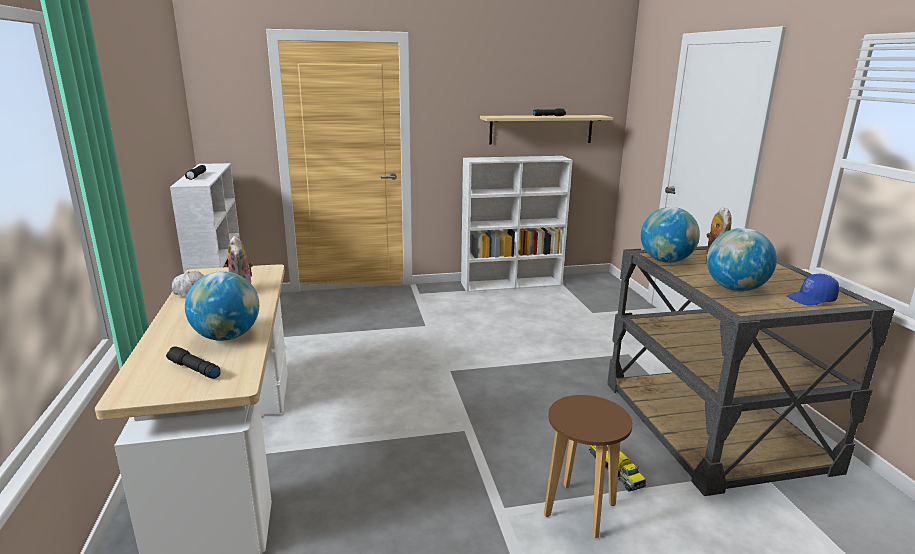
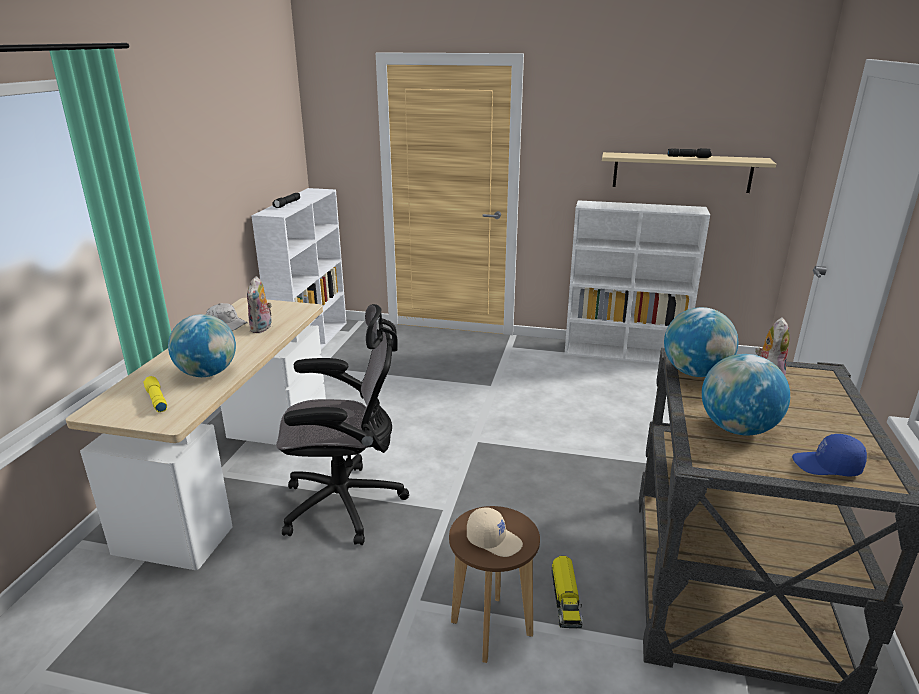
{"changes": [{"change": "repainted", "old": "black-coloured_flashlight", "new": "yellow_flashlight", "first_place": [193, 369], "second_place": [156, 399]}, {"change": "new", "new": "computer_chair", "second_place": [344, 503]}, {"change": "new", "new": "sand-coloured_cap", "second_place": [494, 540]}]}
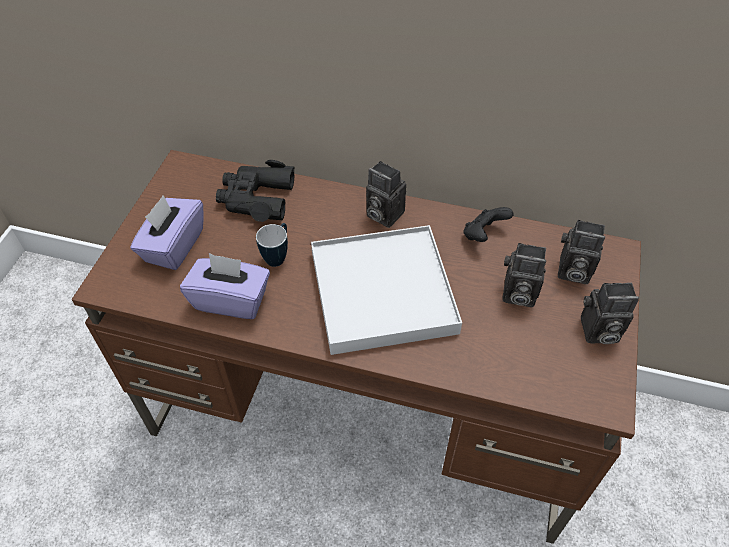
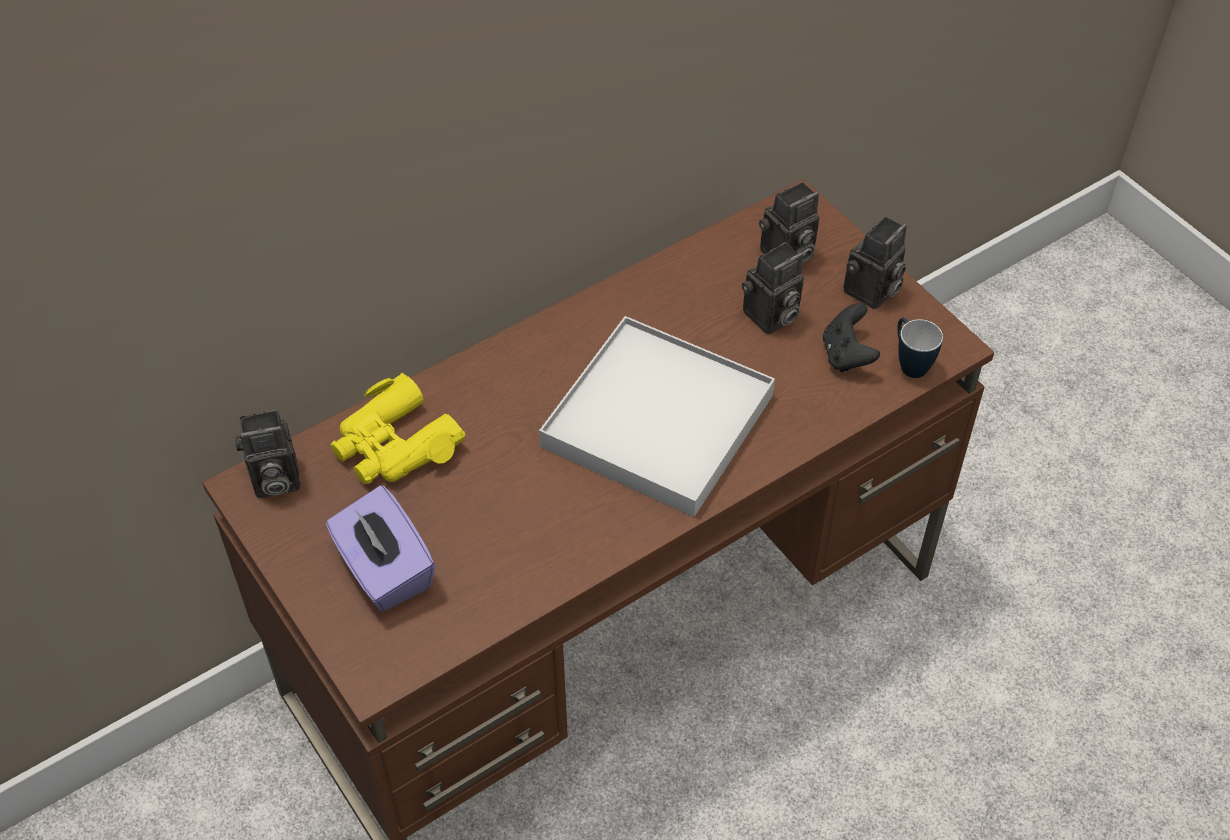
{"changes": [{"change": "repainted", "old": "black-coloured_field_glasses", "new": "yellow_field_glasses", "first_place": [256, 198], "second_place": [394, 445]}, {"change": "shifted", "old": "still_camera", "first_place": [382, 214], "second_place": [273, 481]}, {"change": "shifted", "old": "black-coloured_game_controller", "first_place": [483, 235], "second_place": [846, 355]}, {"change": "shifted", "old": "coffee_mug", "first_place": [278, 256], "second_place": [909, 363]}, {"change": "gone", "old": "purple-coloured_tissue_box", "first_place": [231, 300]}]}
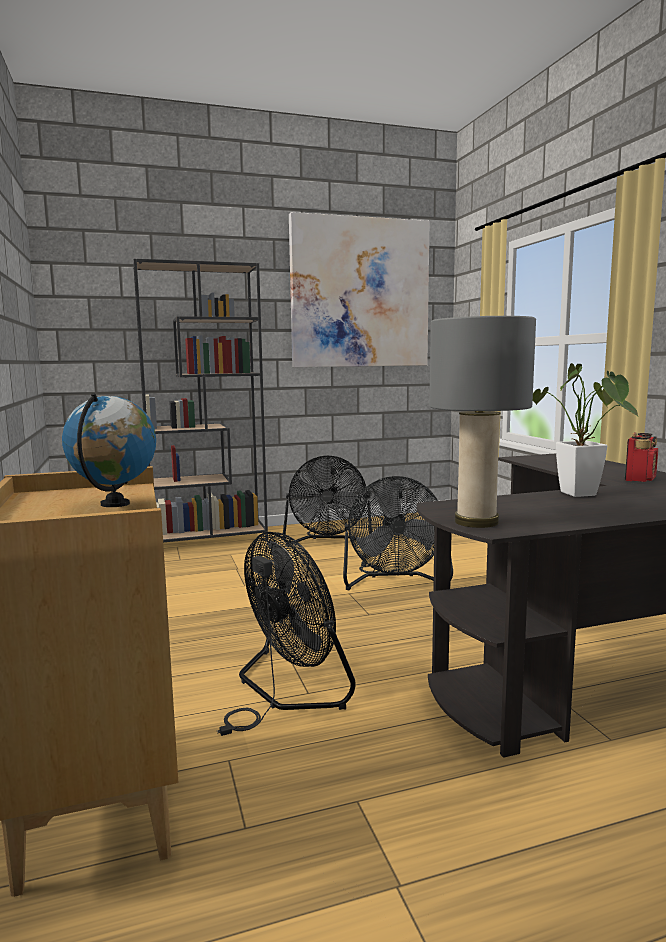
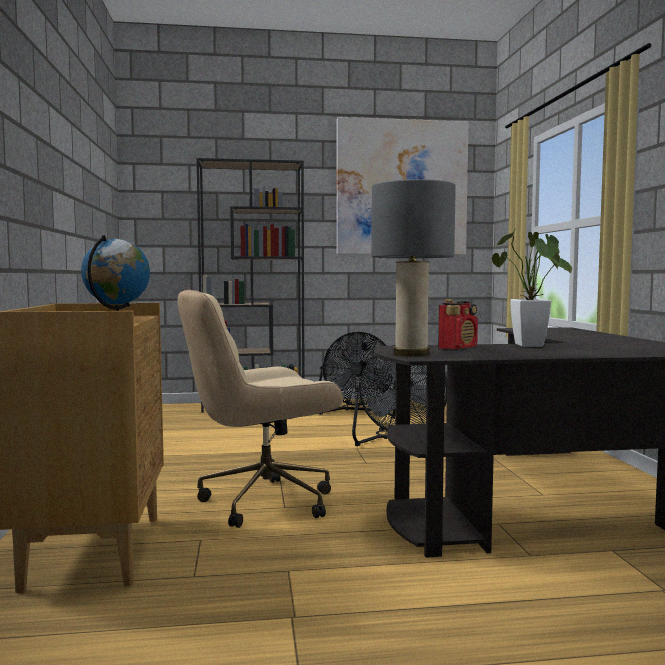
{"changes": [{"change": "shifted", "old": "radio_receiver", "first_place": [640, 479], "second_place": [458, 348]}, {"change": "swapped", "old": "black-coloured_electric_fan", "new": "sand-coloured_computer_chair", "first_place": [279, 689], "second_place": [262, 503]}]}
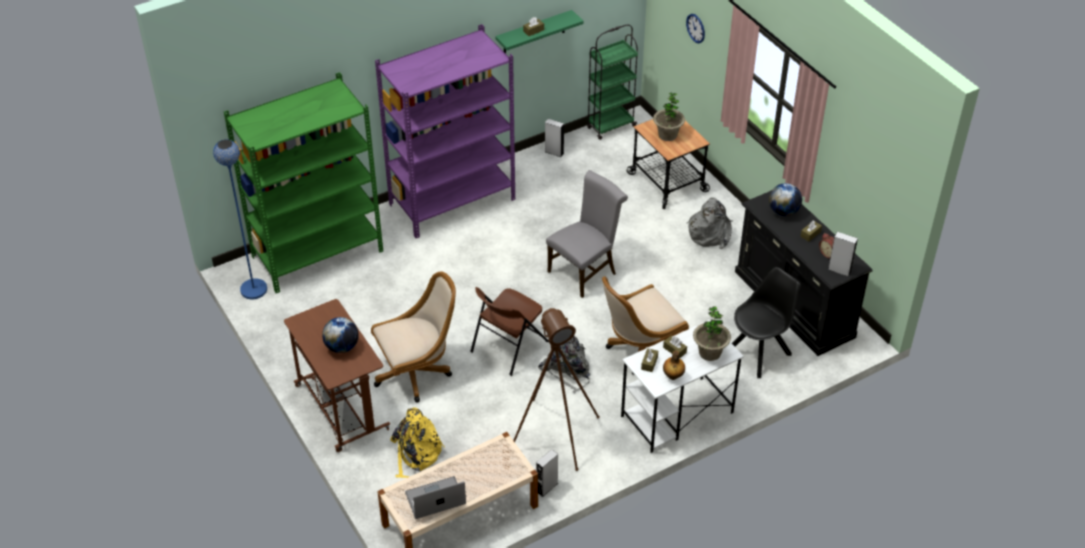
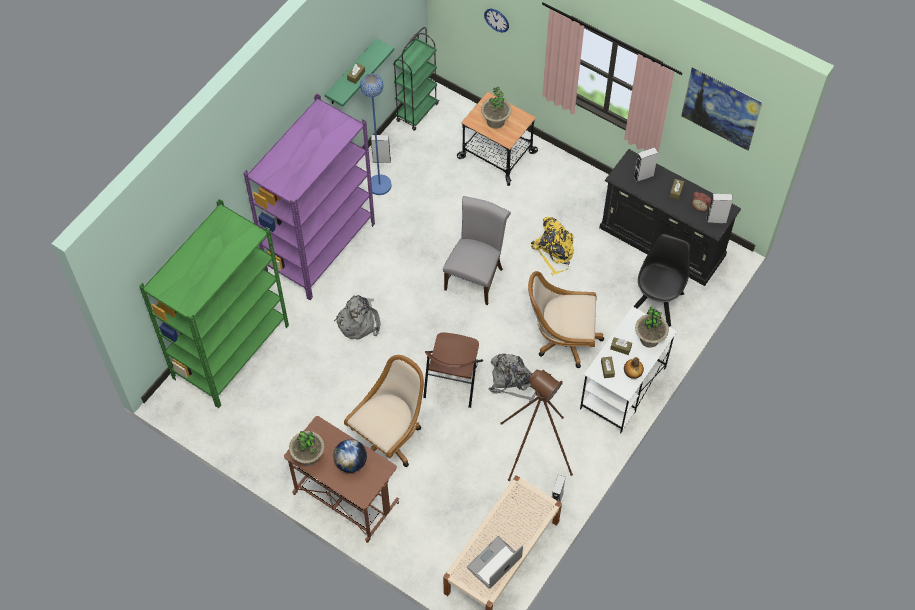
{"changes": [{"change": "shifted", "old": "blue_floor_lamp", "first_place": [254, 289], "second_place": [379, 185]}, {"change": "swapped", "old": "globe", "new": "gray_audio_speaker", "first_place": [783, 211], "second_place": [643, 176]}, {"change": "shifted", "old": "gray_knapsack", "first_place": [710, 233], "second_place": [358, 321]}, {"change": "rotated", "old": "computer_chair", "first_place": [640, 350], "second_place": [562, 338], "degrees": 60}, {"change": "shifted", "old": "yellow_knapsack", "first_place": [416, 454], "second_place": [554, 251]}, {"change": "new", "new": "wall_art", "second_place": [717, 121]}, {"change": "new", "new": "plant_in_a_pot", "second_place": [308, 456]}]}
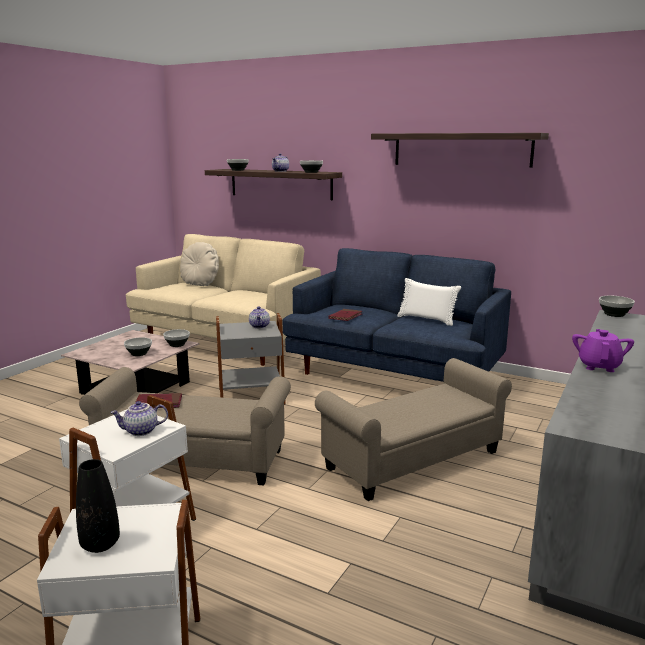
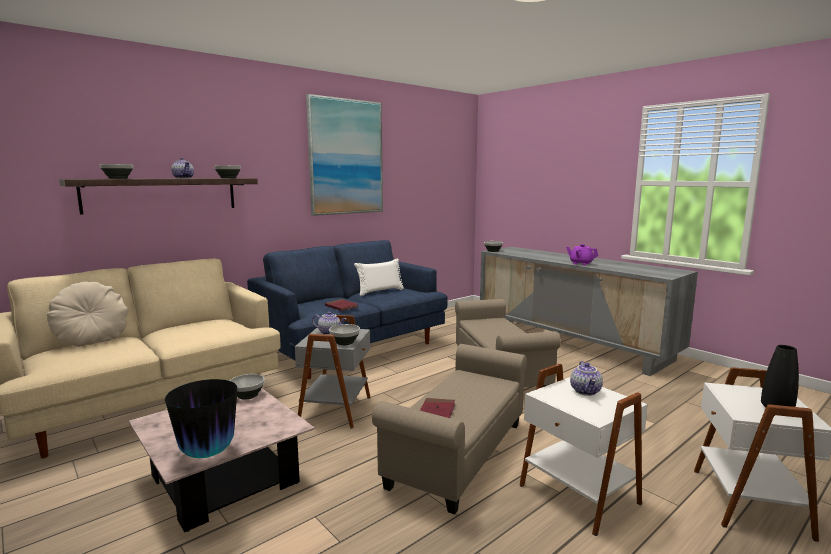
{"changes": [{"change": "swapped", "old": "wall_shelf", "new": "wall_art", "first_place": [461, 149], "second_place": [346, 157]}, {"change": "shifted", "old": "serving_bowl", "first_place": [139, 353], "second_place": [345, 342]}, {"change": "new", "new": "flower_vase", "second_place": [207, 453]}]}
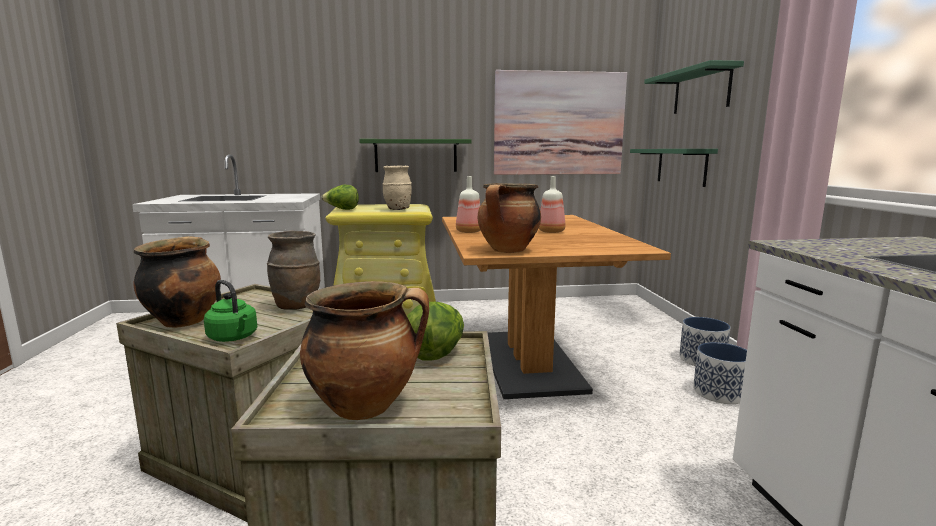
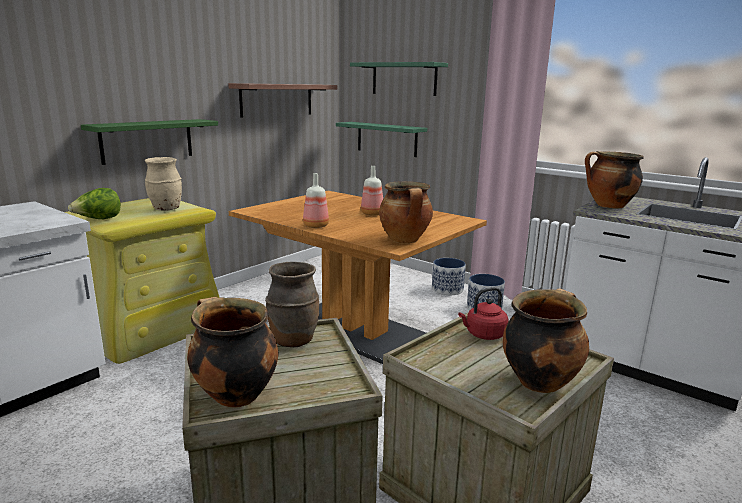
{"changes": [{"change": "swapped", "old": "wall_art", "new": "wall_shelf", "first_place": [559, 124], "second_place": [277, 100]}, {"change": "gone", "old": "greenish_water_kettle", "first_place": [234, 338]}, {"change": "swapped", "old": "lettuce", "new": "reddish_water_kettle", "first_place": [435, 353], "second_place": [483, 335]}, {"change": "new", "new": "cooking_pot", "second_place": [608, 206]}]}
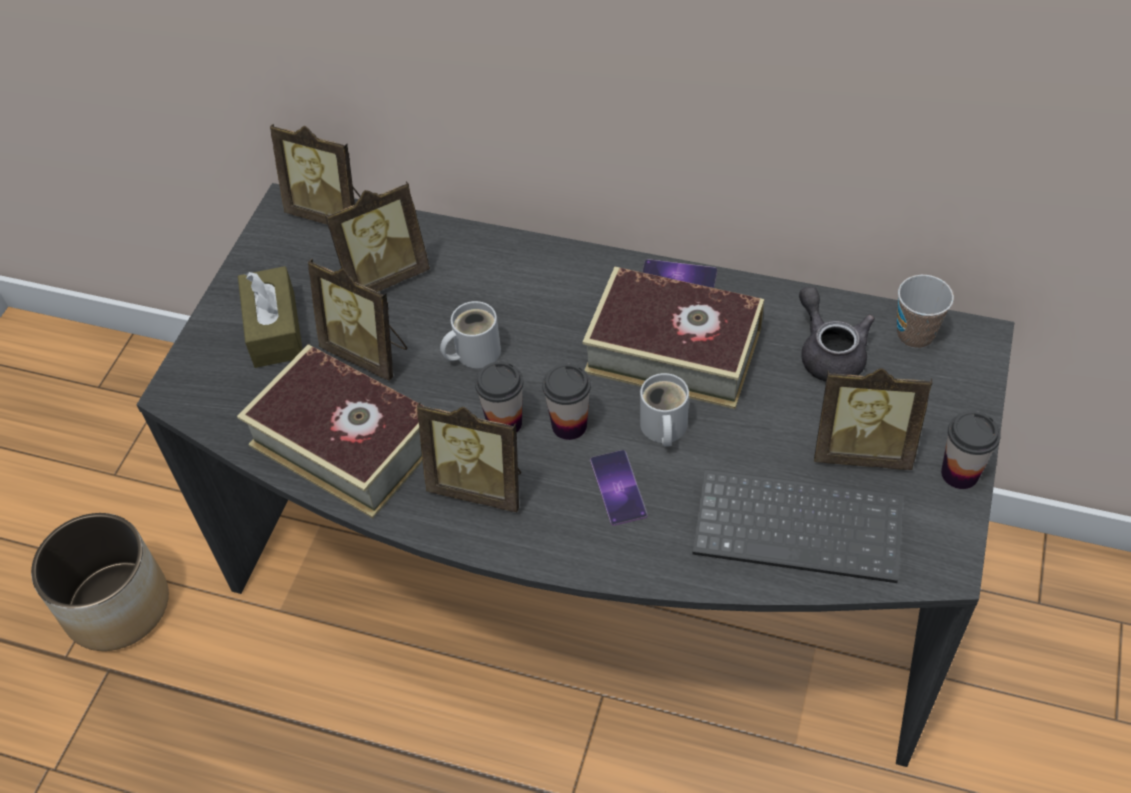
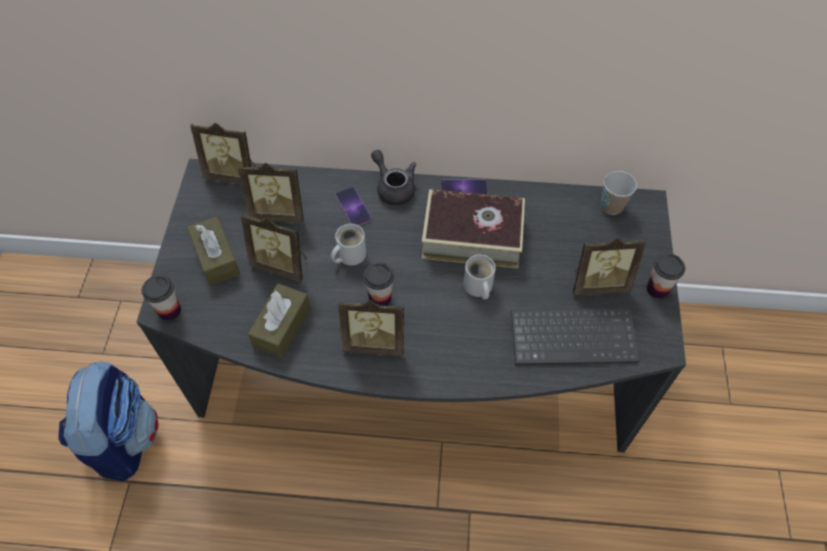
{"changes": [{"change": "rotated", "old": "photo_frame", "first_place": [383, 276], "second_place": [279, 212], "degrees": 45}, {"change": "shifted", "old": "gray_pot_for_tea", "first_place": [829, 353], "second_place": [393, 187]}, {"change": "swapped", "old": "volume", "new": "brown_tissue_box", "first_place": [345, 443], "second_place": [282, 327]}, {"change": "shifted", "old": "cup", "first_place": [569, 425], "second_place": [169, 311]}, {"change": "shifted", "old": "handset", "first_place": [618, 488], "second_place": [353, 207]}, {"change": "swapped", "old": "planter", "new": "knapsack", "first_place": [117, 604], "second_place": [124, 438]}]}
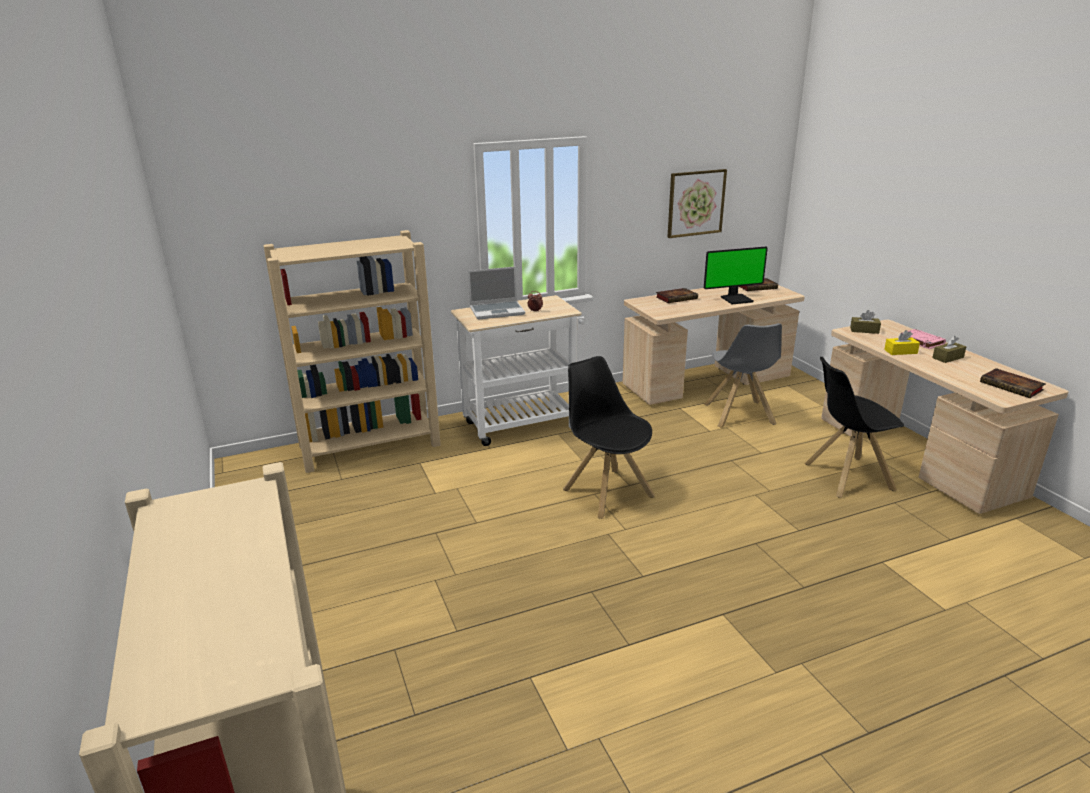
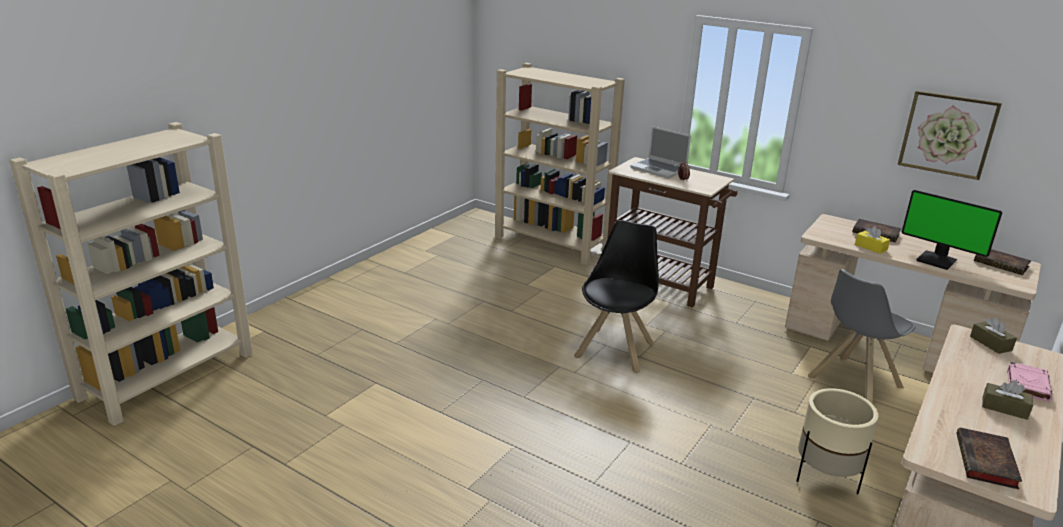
{"changes": [{"change": "repainted", "old": "white-coloured_cart", "new": "brown_cart", "first_place": [521, 425], "second_place": [660, 284]}, {"change": "shifted", "old": "yellow_tissue_box", "first_place": [900, 351], "second_place": [871, 247]}, {"change": "swapped", "old": "black-coloured_upright_chair", "new": "sand-coloured_planter", "first_place": [846, 476], "second_place": [826, 477]}]}
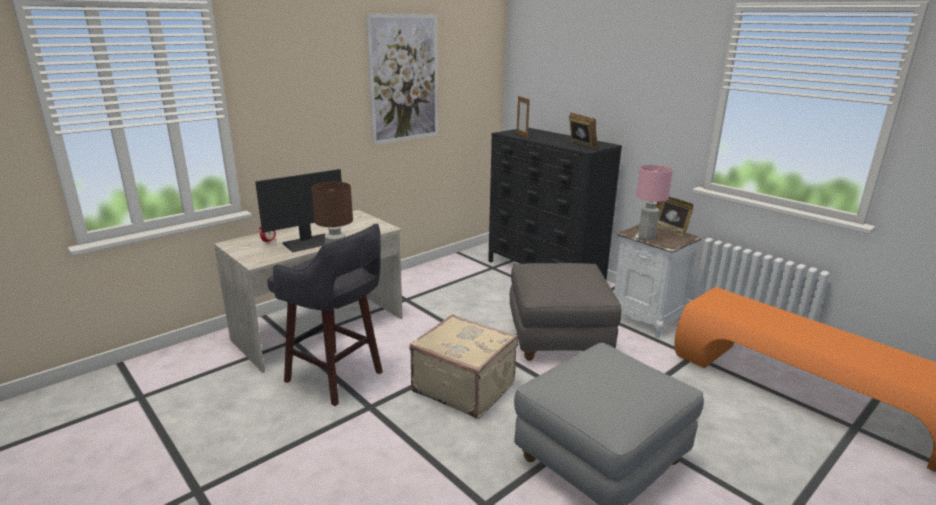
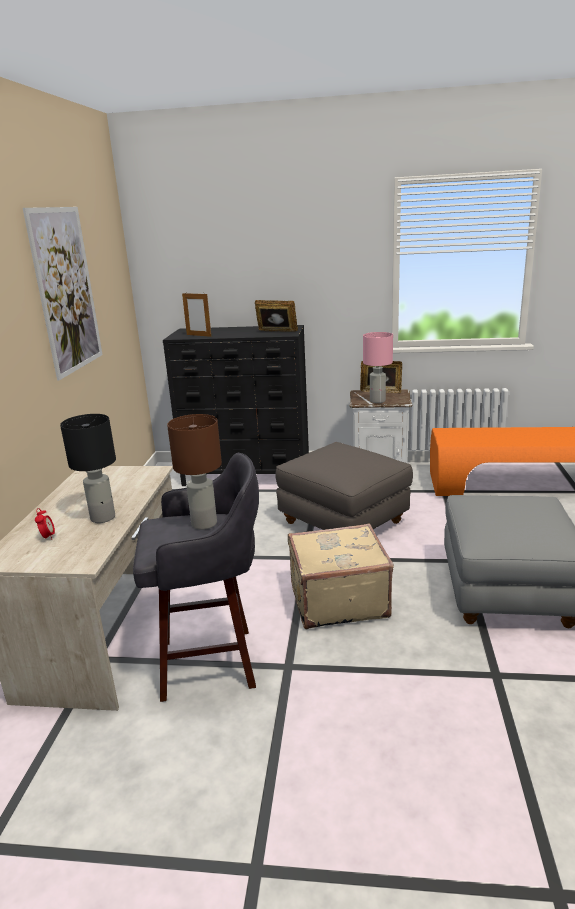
{"changes": [{"change": "swapped", "old": "computer_screen", "new": "black-coloured_table_lamp", "first_place": [309, 243], "second_place": [102, 517]}]}
